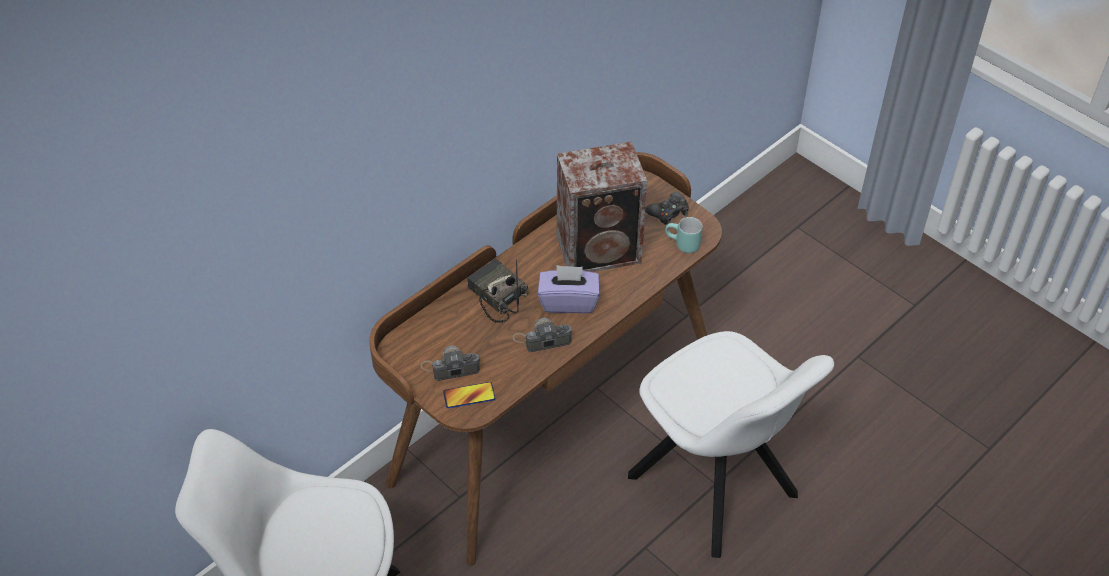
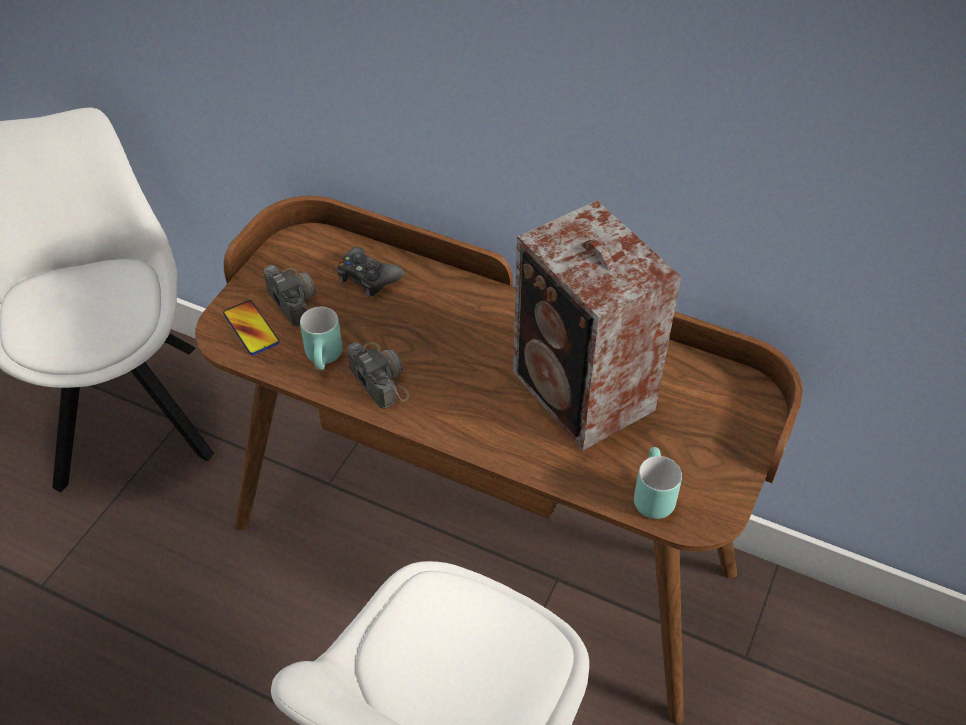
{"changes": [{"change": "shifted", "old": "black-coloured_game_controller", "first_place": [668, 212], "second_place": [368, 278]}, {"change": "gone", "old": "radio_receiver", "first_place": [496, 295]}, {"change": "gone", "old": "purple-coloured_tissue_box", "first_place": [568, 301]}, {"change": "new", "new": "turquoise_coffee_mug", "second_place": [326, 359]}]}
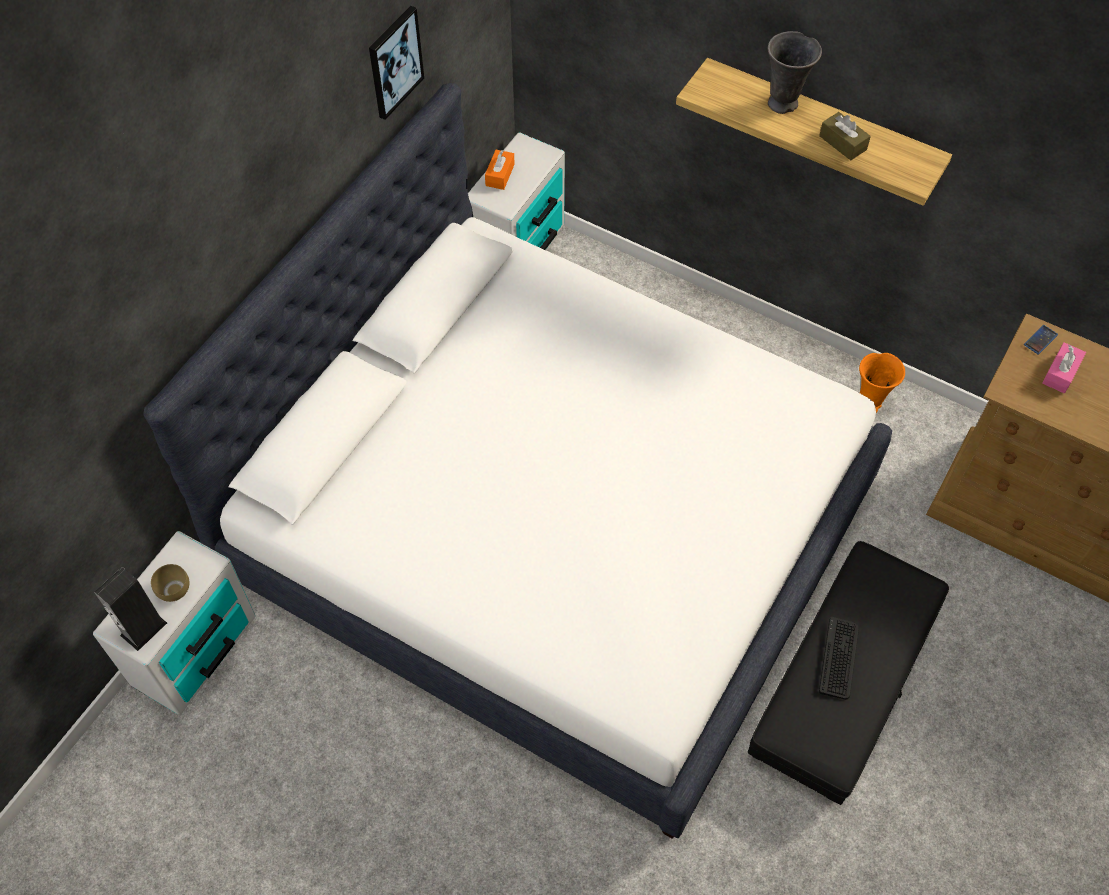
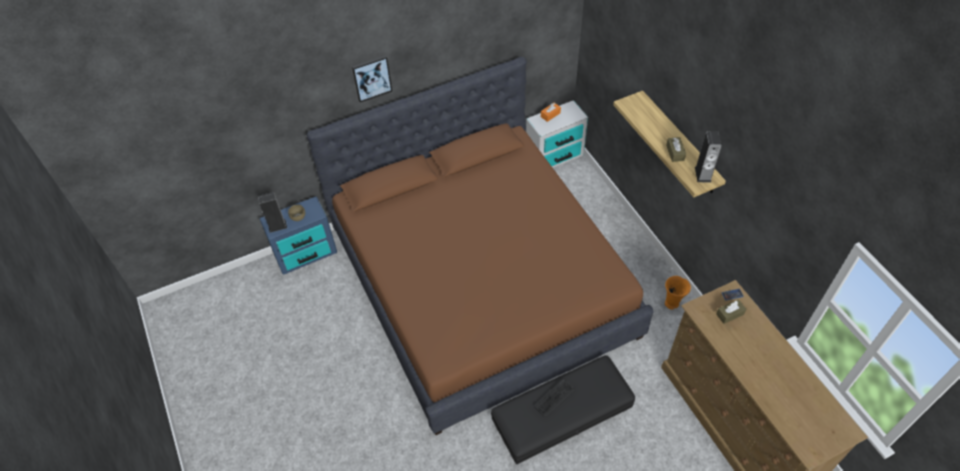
{"changes": [{"change": "shifted", "old": "wall_art", "first_place": [394, 62], "second_place": [372, 78]}, {"change": "gone", "old": "gray_flower_vase", "first_place": [784, 104]}, {"change": "repainted", "old": "white-coloured_sleeping_bed", "new": "brown_sleeping_bed", "first_place": [552, 529], "second_place": [481, 282]}, {"change": "repainted", "old": "pink_tissue_box", "new": "brown_tissue_box", "first_place": [1060, 373], "second_place": [729, 314]}, {"change": "repainted", "old": "white-coloured_night_table", "new": "blue_night_table", "first_place": [198, 654], "second_place": [307, 256]}, {"change": "new", "new": "audio_speaker", "second_place": [703, 174]}]}
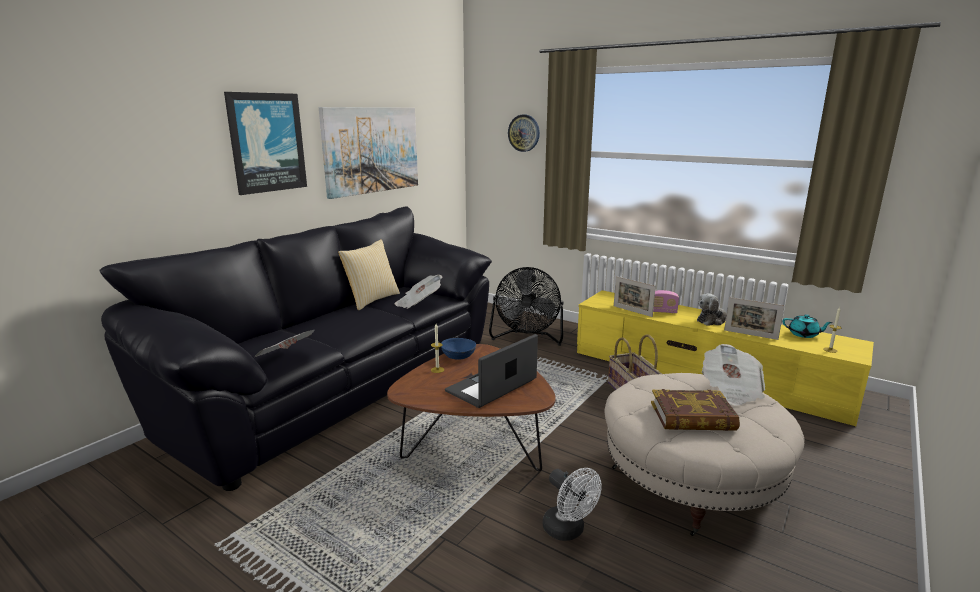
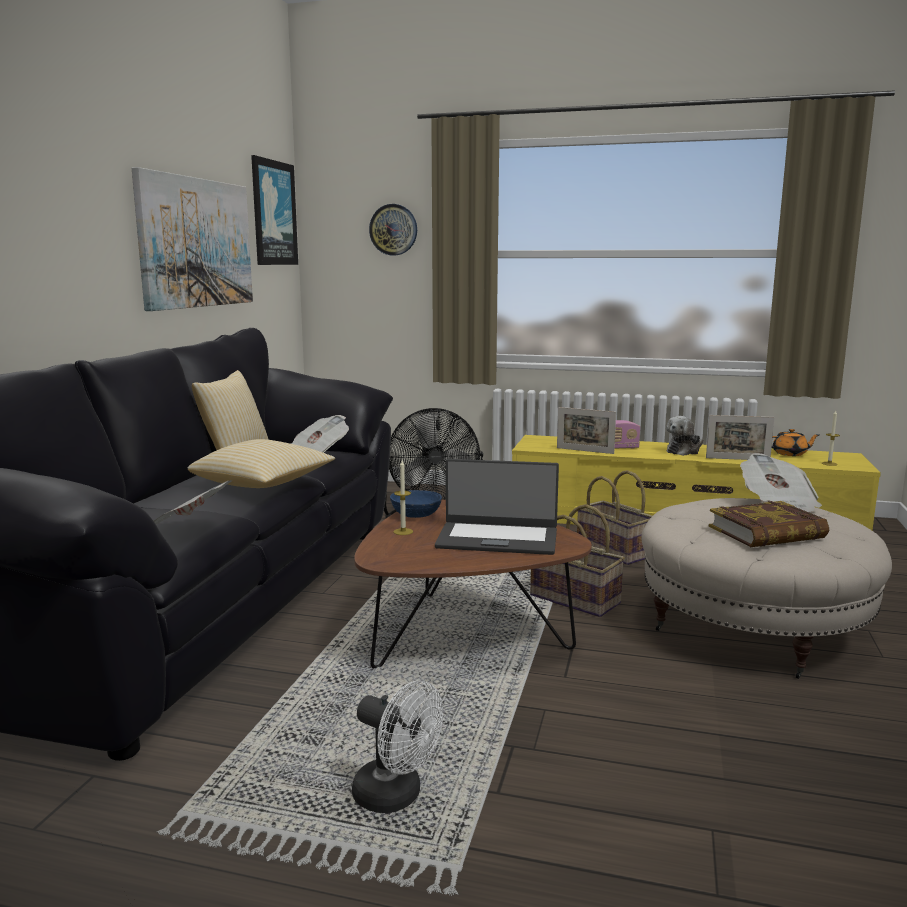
{"changes": [{"change": "shifted", "old": "wall_art", "first_place": [267, 142], "second_place": [273, 213]}, {"change": "repainted", "old": "turquoise_pot_for_tea", "new": "orange_pot_for_tea", "first_place": [804, 334], "second_place": [790, 454]}, {"change": "rotated", "old": "notebook_computer", "first_place": [492, 386], "second_place": [497, 538], "degrees": -105}, {"change": "shifted", "old": "white-coloured_electric_fan", "first_place": [568, 531], "second_place": [396, 797]}, {"change": "new", "new": "pillow", "second_place": [263, 484]}, {"change": "new", "new": "basket", "second_place": [576, 599]}]}
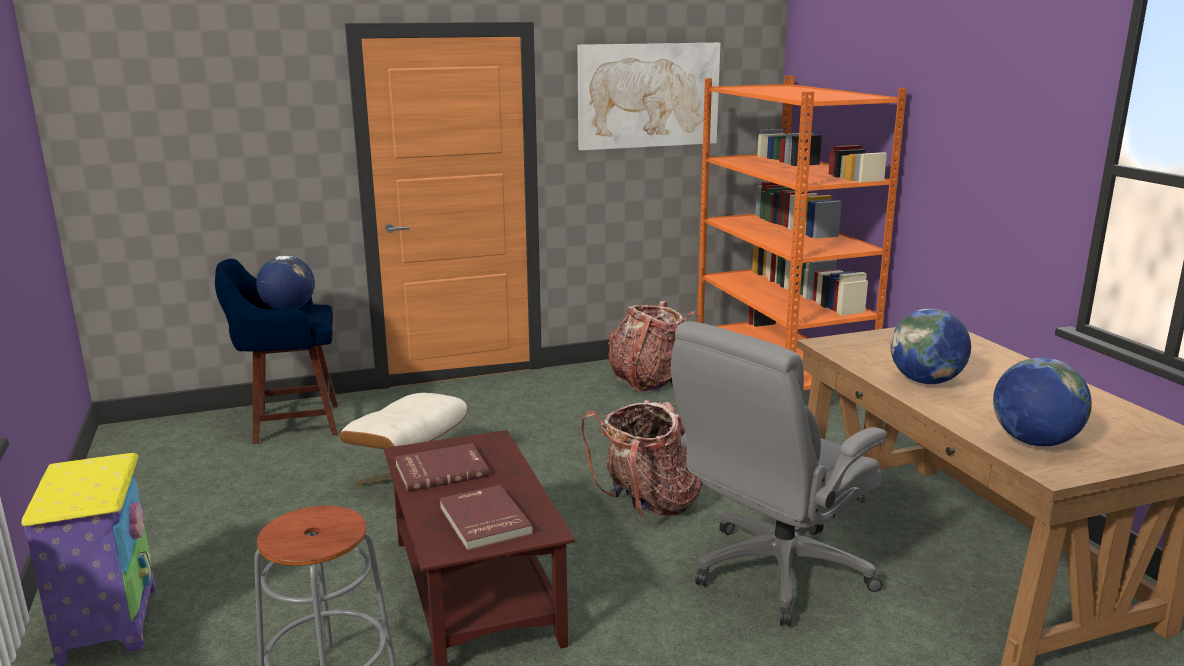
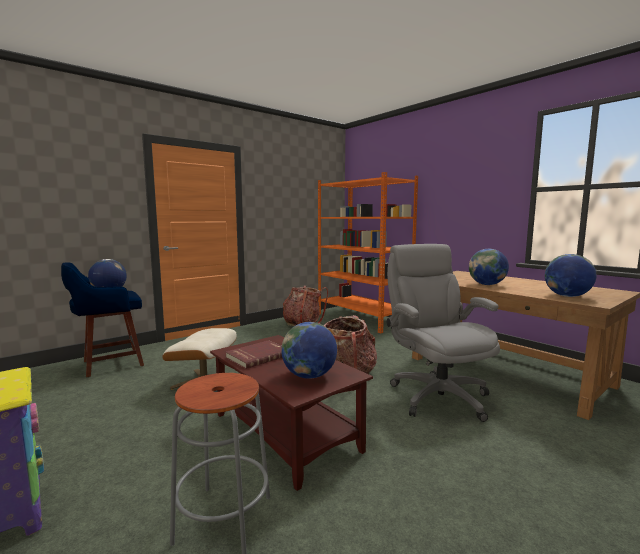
{"changes": [{"change": "gone", "old": "wall_art", "first_place": [648, 95]}, {"change": "rotated", "old": "gray_computer_chair", "first_place": [771, 575], "second_place": [436, 394], "degrees": 135}, {"change": "swapped", "old": "reddish_volume", "new": "globe", "first_place": [483, 521], "second_place": [309, 376]}]}
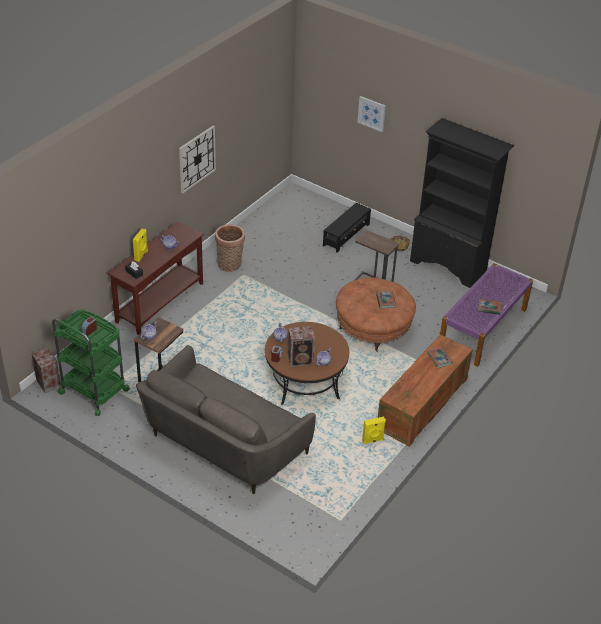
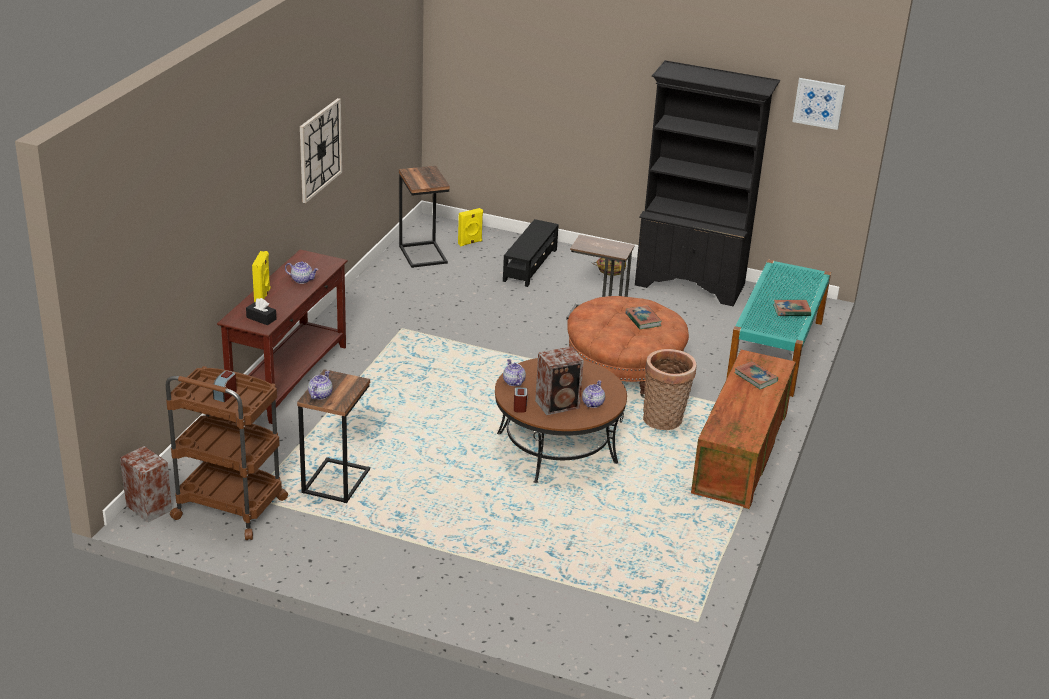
{"changes": [{"change": "shifted", "old": "wall_art", "first_place": [372, 113], "second_place": [818, 103]}, {"change": "shifted", "old": "basket", "first_place": [230, 265], "second_place": [664, 421]}, {"change": "repainted", "old": "purple-coloured_long_seat", "new": "turquoise_long_seat", "first_place": [483, 328], "second_place": [776, 351]}, {"change": "repainted", "old": "greenish_cart", "new": "brown_cart", "first_place": [94, 391], "second_place": [231, 508]}, {"change": "gone", "old": "gray_sofa", "first_place": [223, 444]}, {"change": "shifted", "old": "yellow_audio_speaker", "first_place": [372, 440], "second_place": [470, 243]}, {"change": "new", "new": "end_table", "second_place": [424, 254]}]}
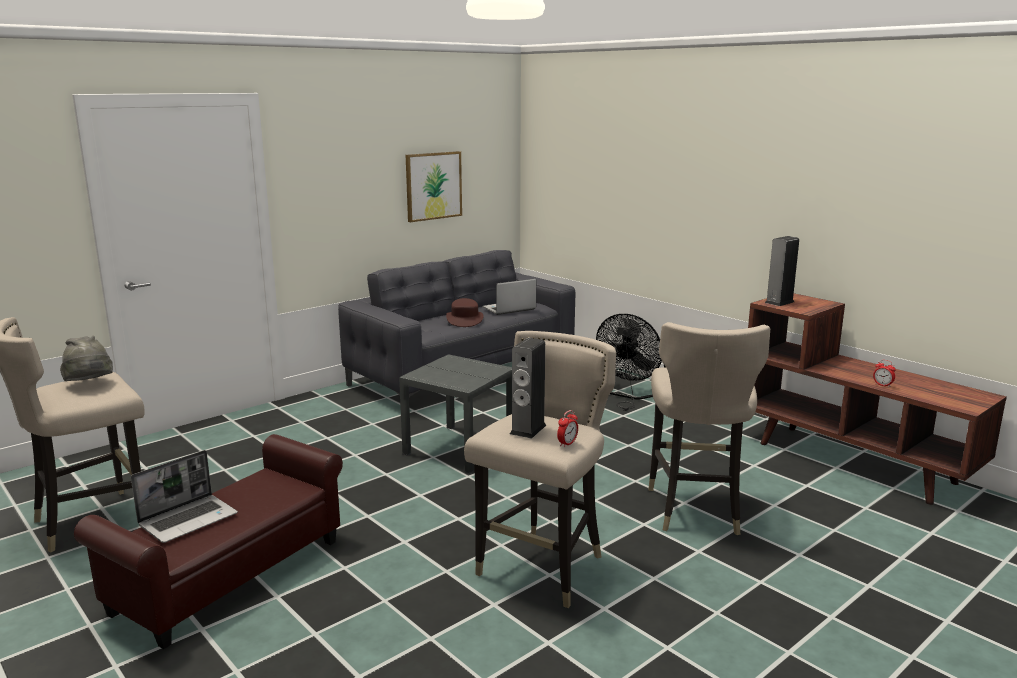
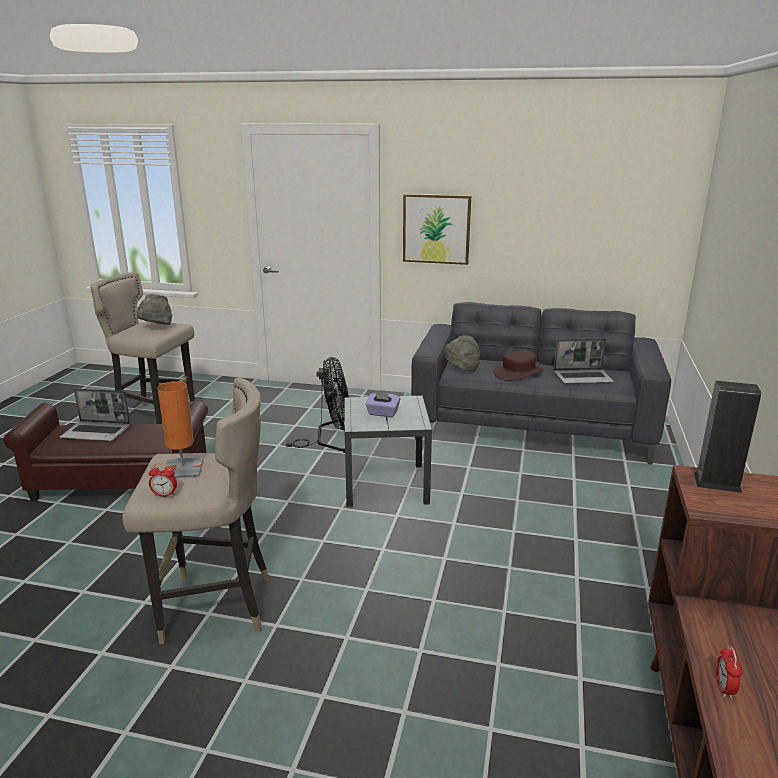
{"changes": [{"change": "shifted", "old": "wall_art", "first_place": [433, 186], "second_place": [436, 229]}, {"change": "rotated", "old": "notebook_computer", "first_place": [509, 309], "second_place": [583, 378], "degrees": 150}, {"change": "shifted", "old": "black-coloured_electric_fan", "first_place": [625, 393], "second_place": [330, 437]}, {"change": "gone", "old": "sand-coloured_sitting_stool", "first_place": [695, 509]}, {"change": "swapped", "old": "audio_speaker", "new": "orange_table_lamp", "first_place": [528, 429], "second_place": [183, 469]}, {"change": "new", "new": "gray_wearable_hat", "second_place": [461, 369]}, {"change": "new", "new": "purple-coloured_tissue_box", "second_place": [382, 413]}]}
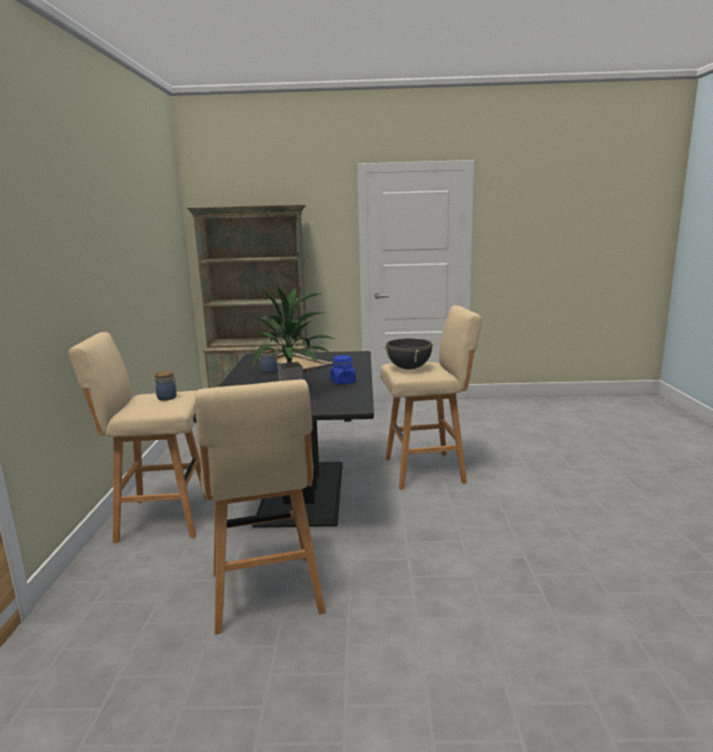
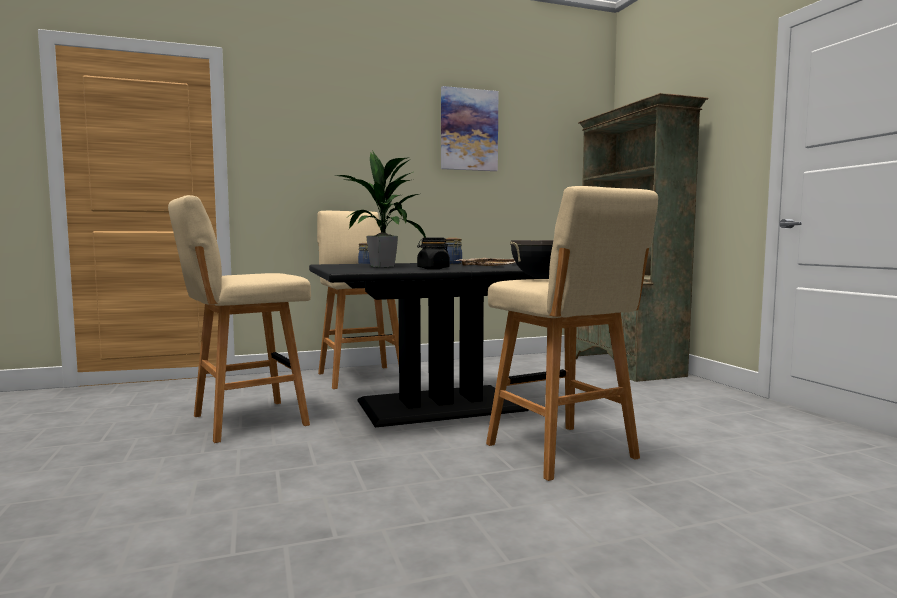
{"changes": [{"change": "repainted", "old": "blue_preserve_jar", "new": "black-coloured_preserve_jar", "first_place": [343, 382], "second_place": [433, 268]}, {"change": "new", "new": "wall_art", "second_place": [469, 130]}]}
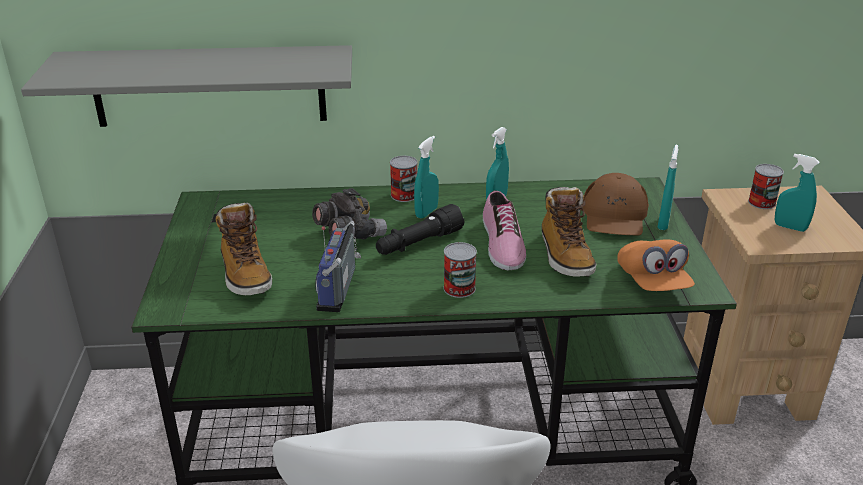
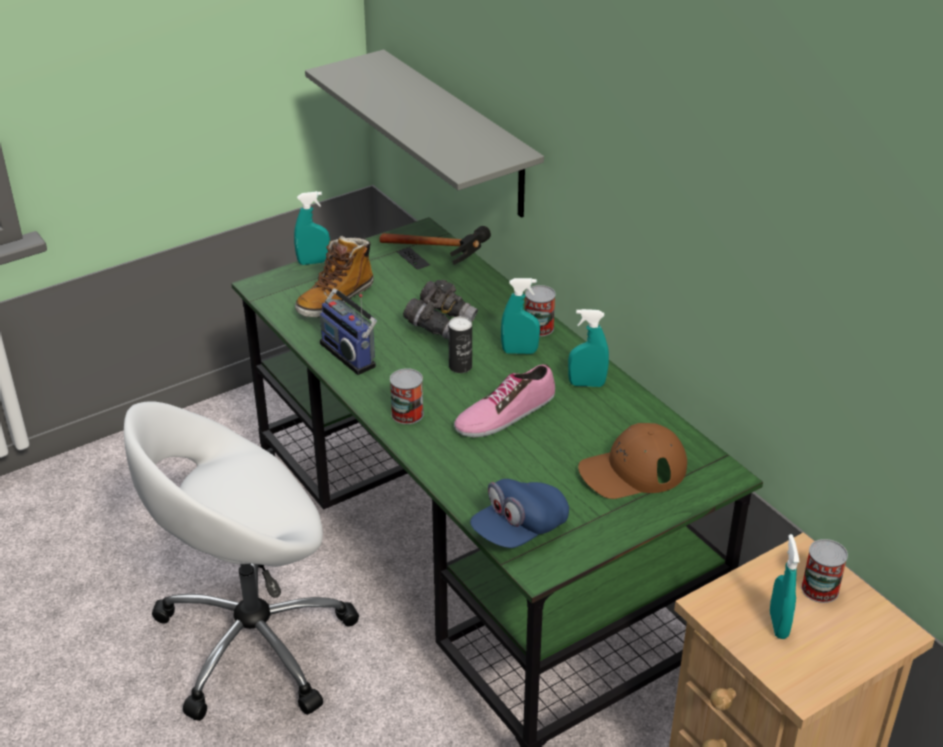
{"changes": [{"change": "shifted", "old": "turquoise_spray_bottle", "first_place": [663, 223], "second_place": [313, 262]}, {"change": "gone", "old": "tall_boot", "first_place": [565, 256]}, {"change": "swapped", "old": "black-coloured_flashlight", "new": "sealed_can", "first_place": [418, 243], "second_place": [460, 366]}, {"change": "rotated", "old": "radio_receiver", "first_place": [340, 291], "second_place": [351, 353], "degrees": -105}, {"change": "repainted", "old": "orange_cap", "new": "blue_cap", "first_place": [652, 282], "second_place": [519, 530]}, {"change": "new", "new": "hammer", "second_place": [443, 262]}]}
